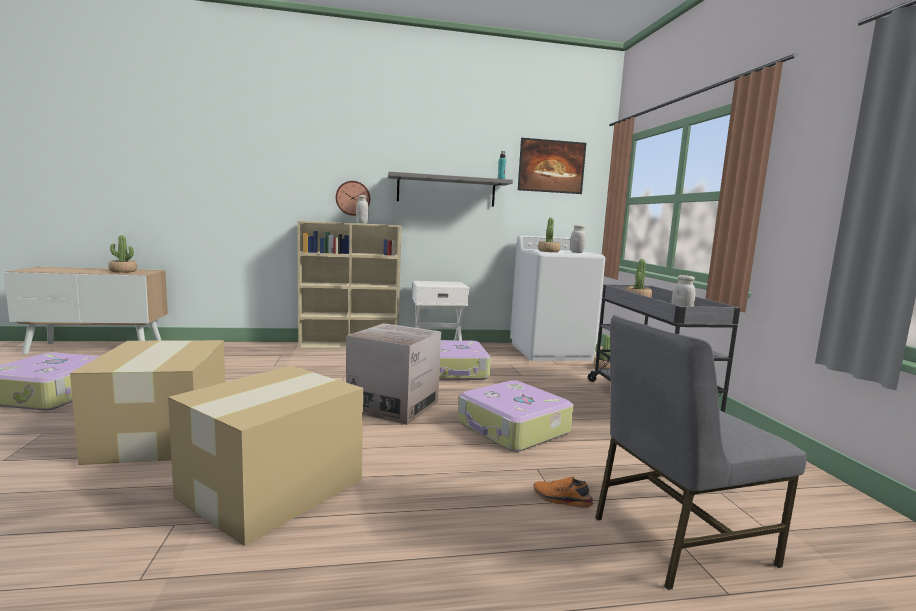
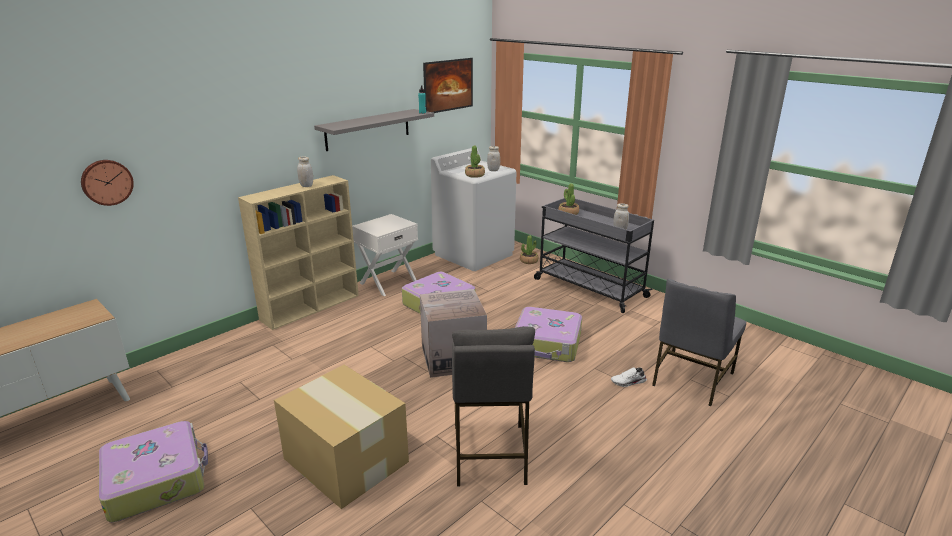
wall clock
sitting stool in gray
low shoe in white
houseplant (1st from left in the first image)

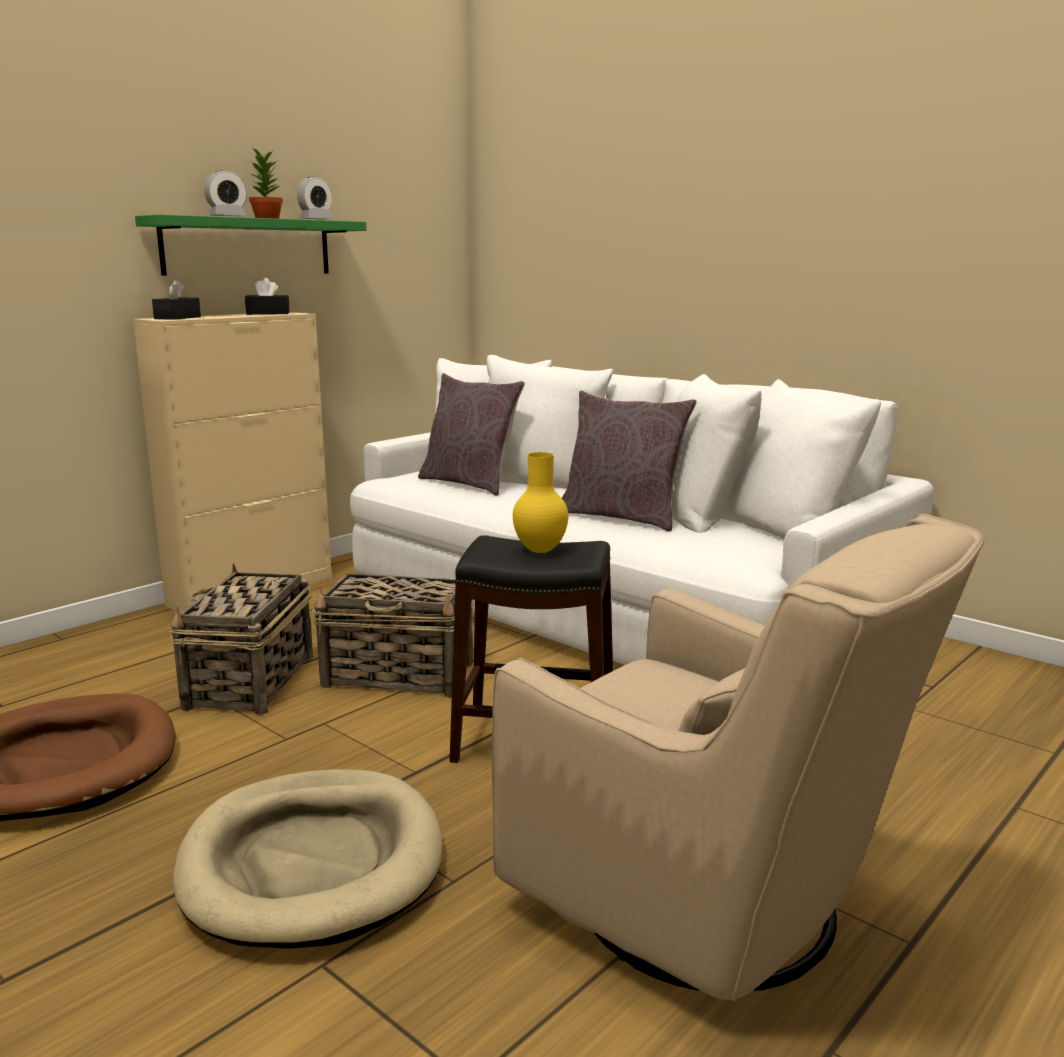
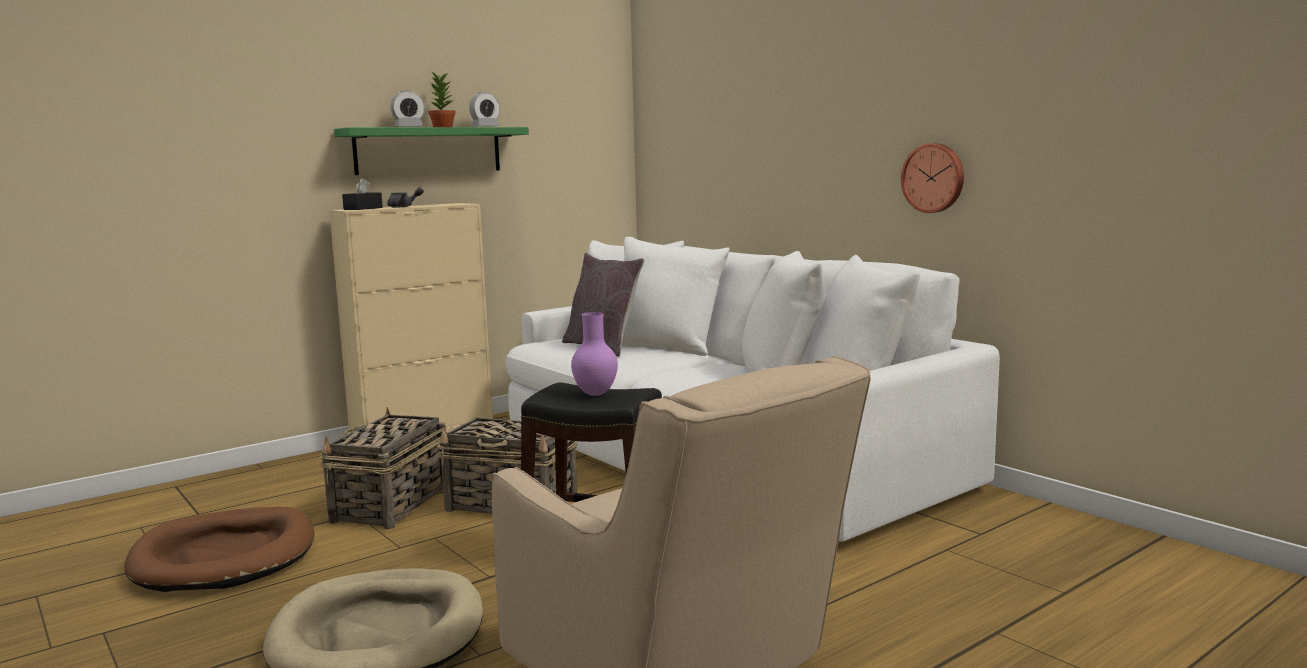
teapot in gray
vase in purple
wall clock
tissue holder in black-coloured (2nd from left in the first image)
throw pillow in gray (2nd from left in the first image)

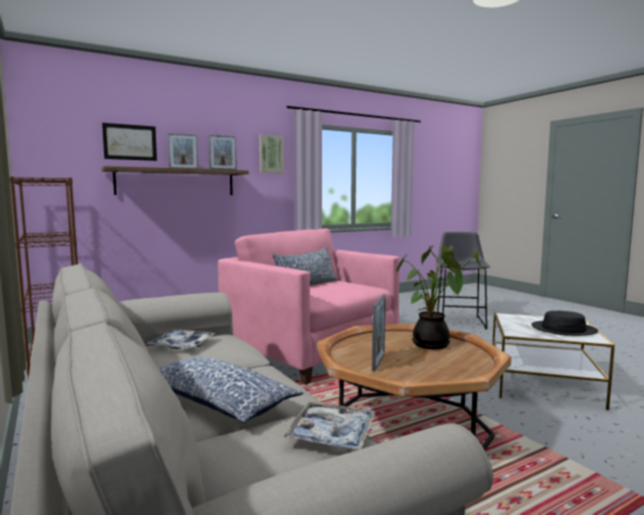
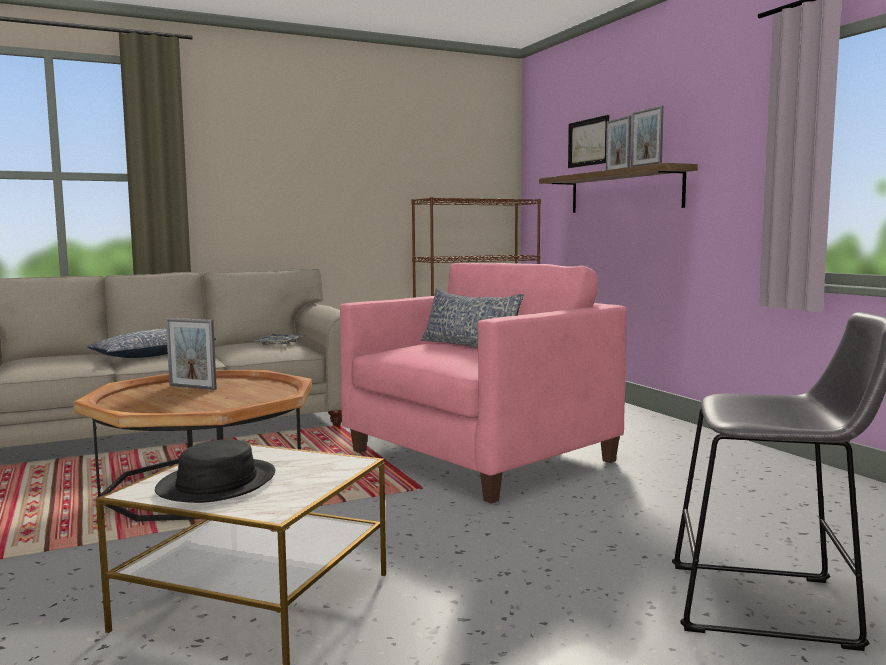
wall picture (2nd from left in the first image)
serving tray (2nd from left in the first image)
houseplant

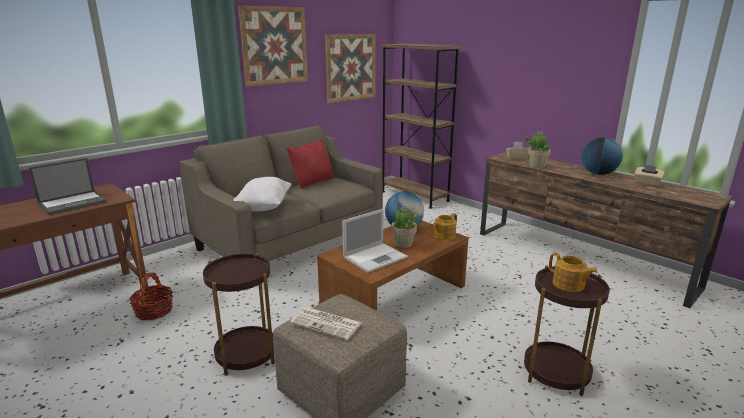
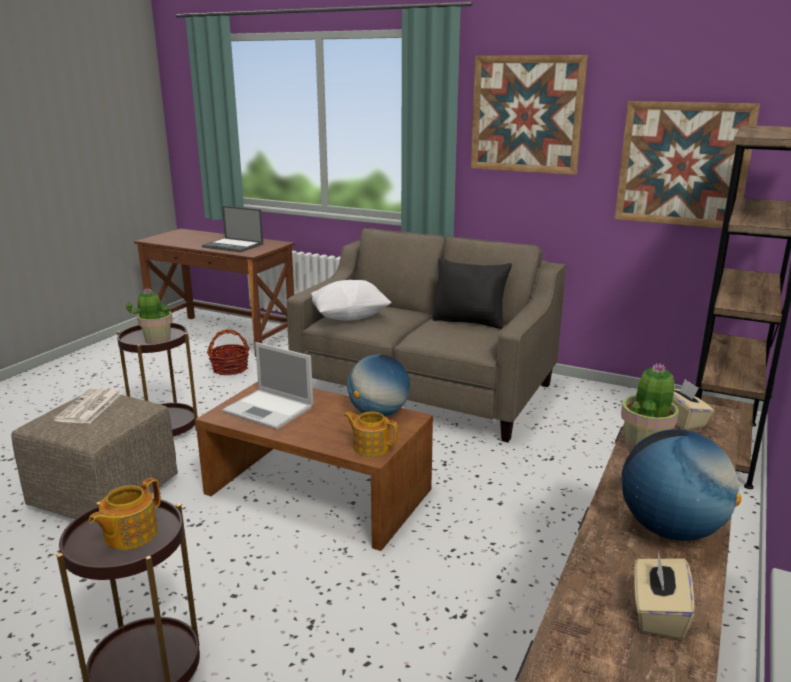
houseplant (1st from left)
throw pillow in black-coloured

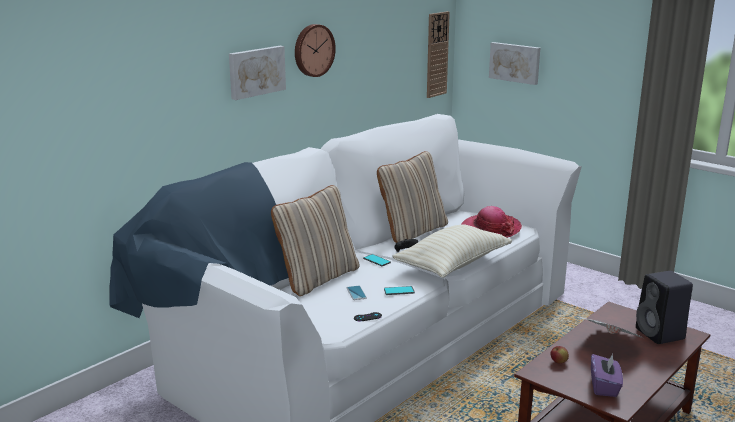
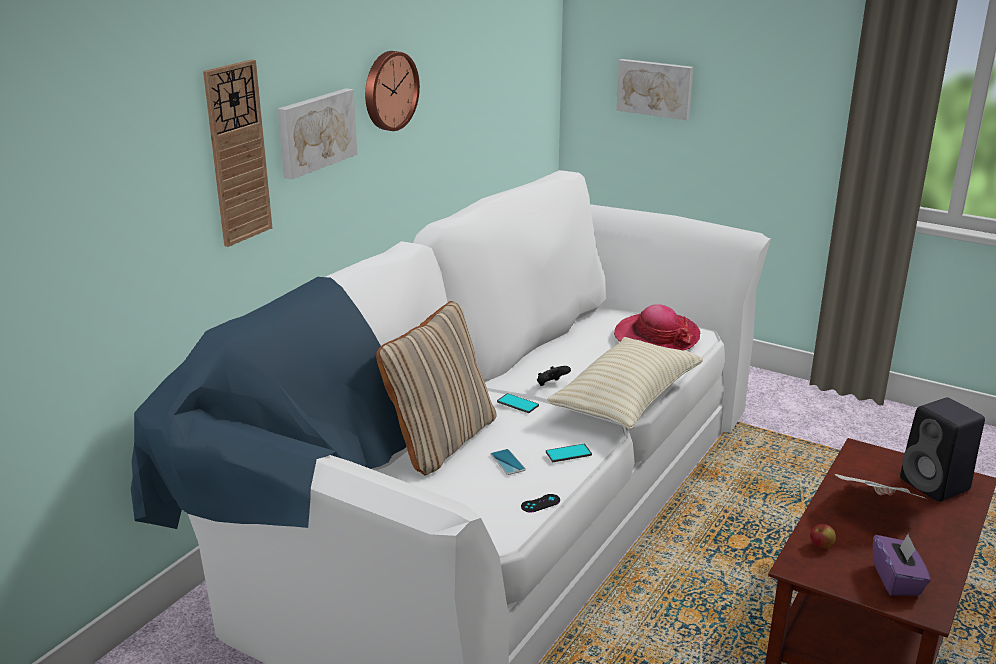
wall clock (1st from left)
throw pillow in beige-coloured (2nd from left in the first image)

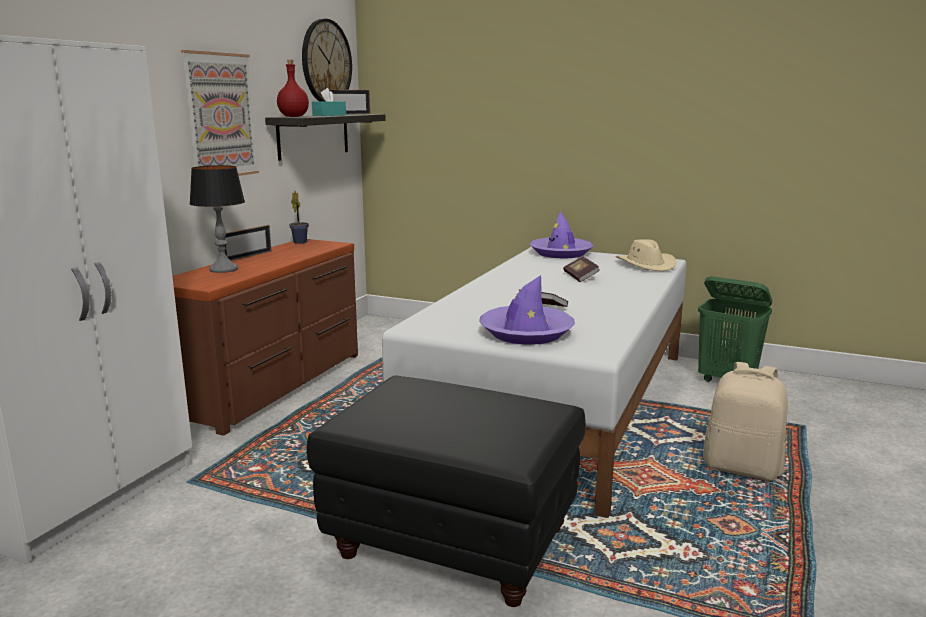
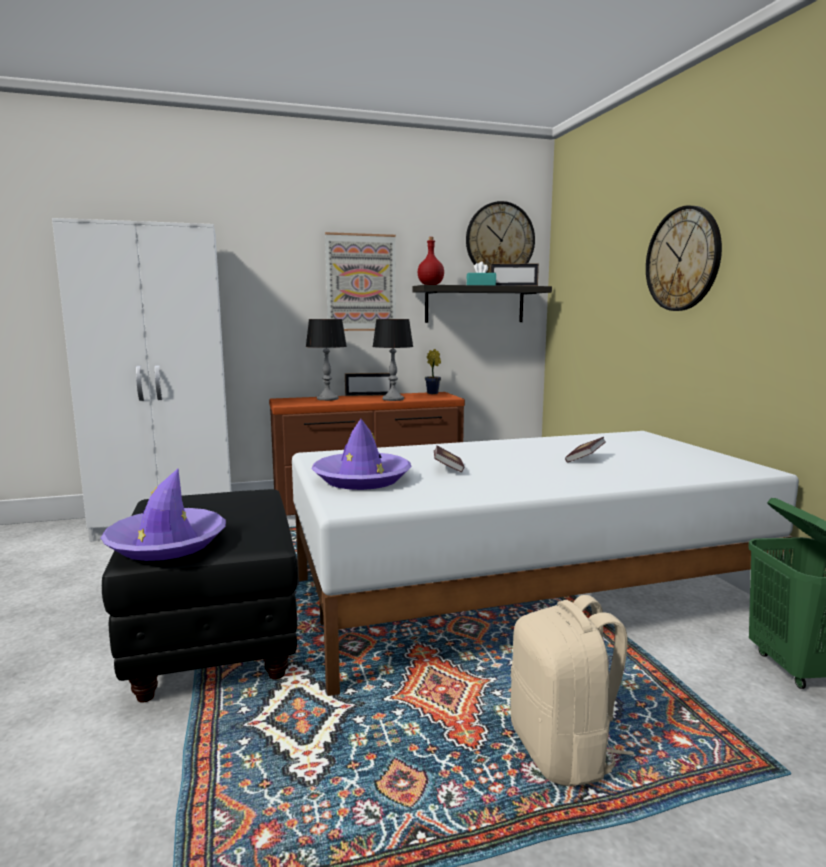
hat in purple (1st from left)
table lamp (2nd from left)
wall clock (2nd from left)
hat in beige-coloured

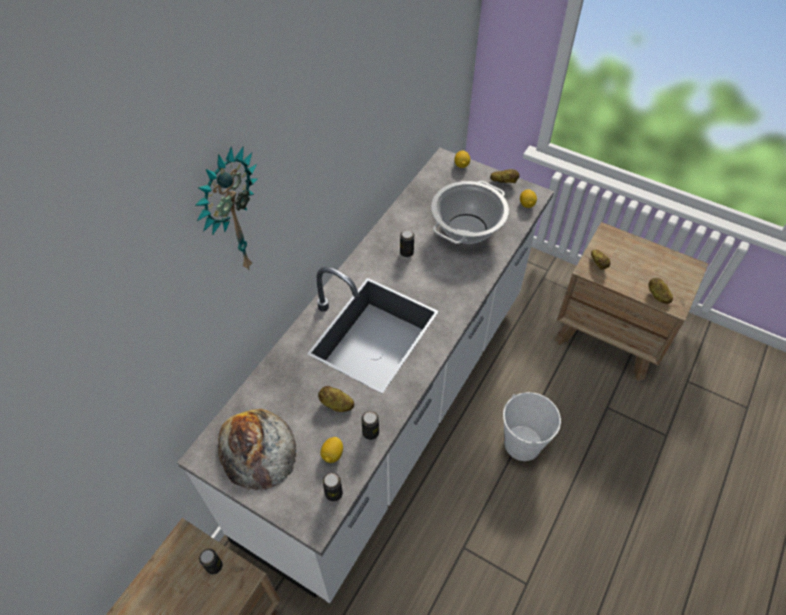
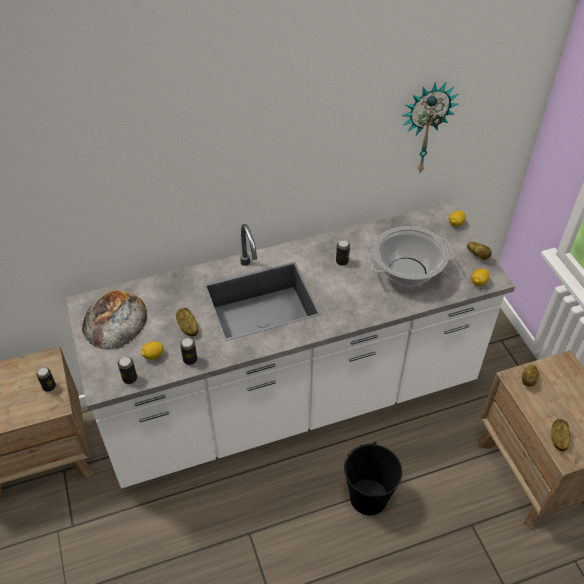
bucket in black-coloured
wall clock

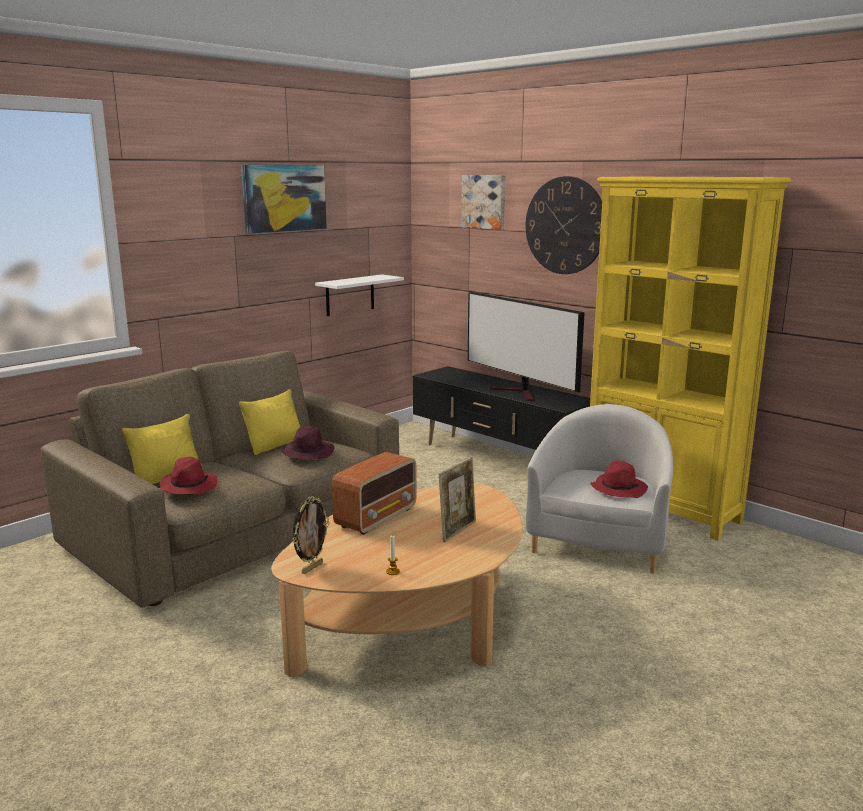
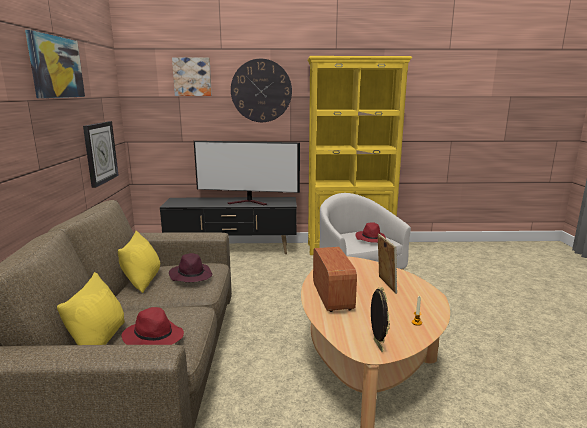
wall clock (1st from left)

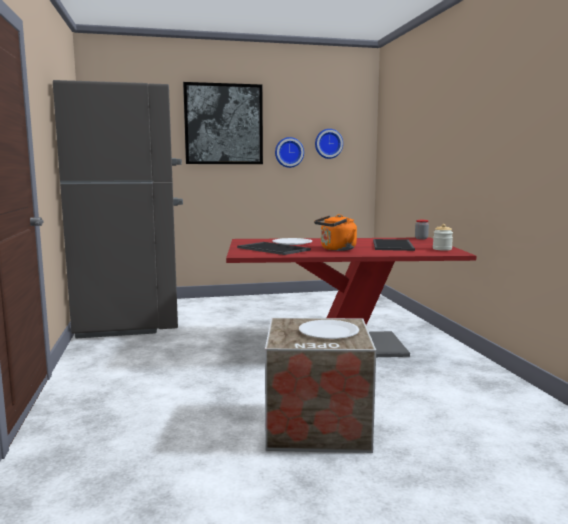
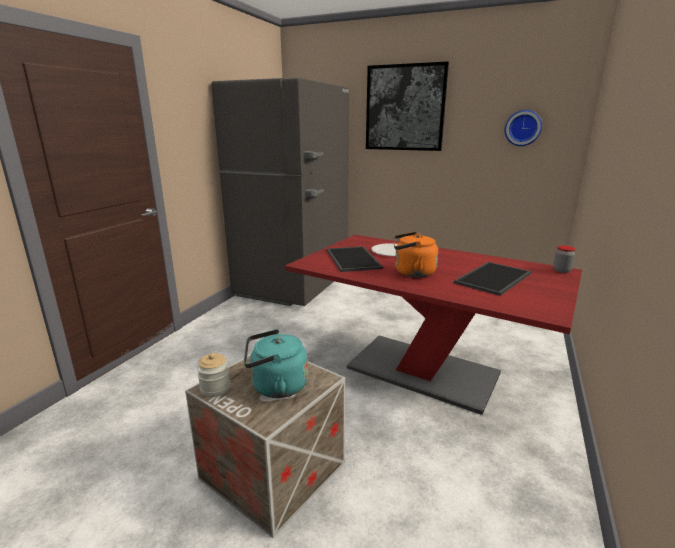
preserve jar (1st from left)
water kettle in turquoise
wall clock (1st from left in the first image)

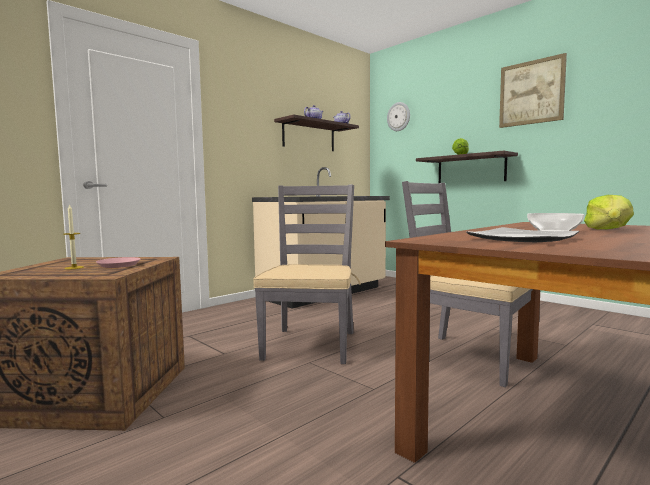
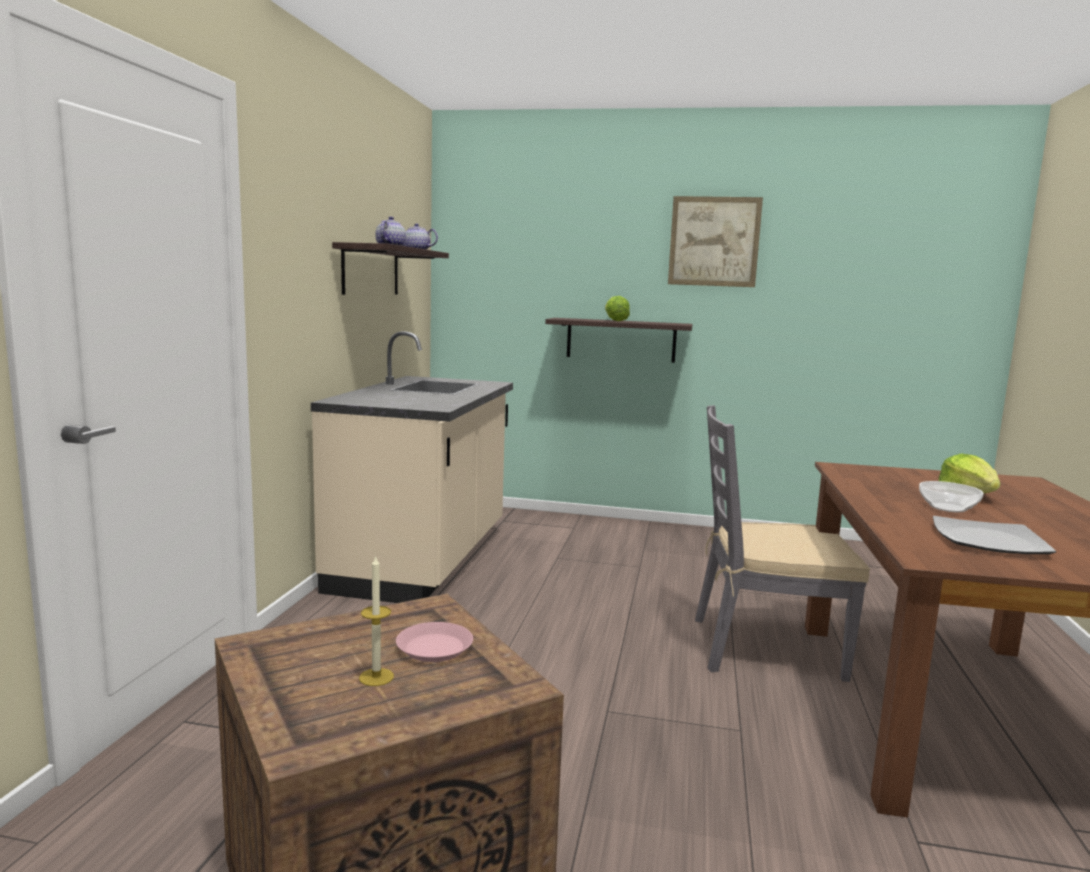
plain chair in gray (1st from left in the first image)
wall clock

